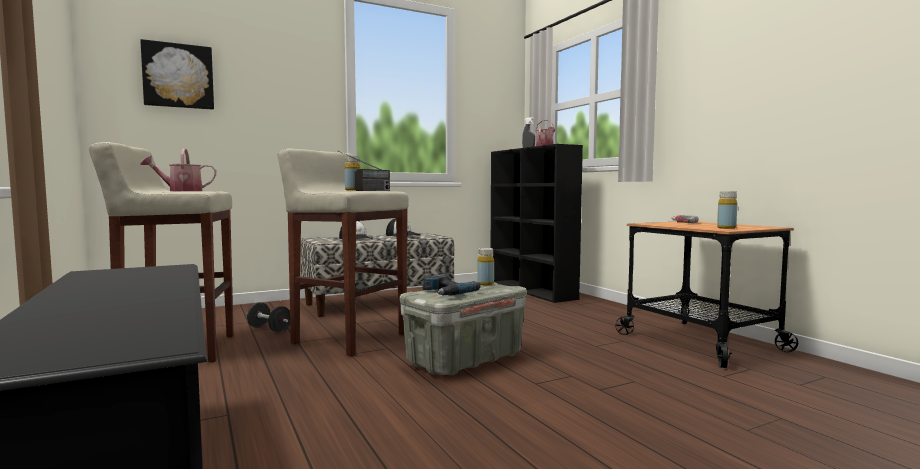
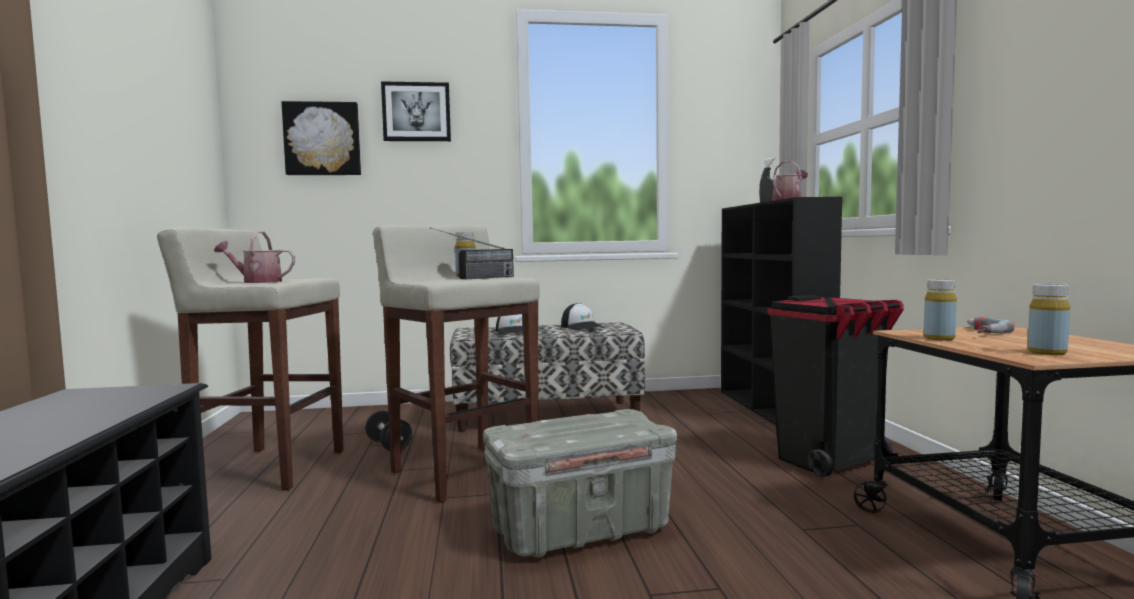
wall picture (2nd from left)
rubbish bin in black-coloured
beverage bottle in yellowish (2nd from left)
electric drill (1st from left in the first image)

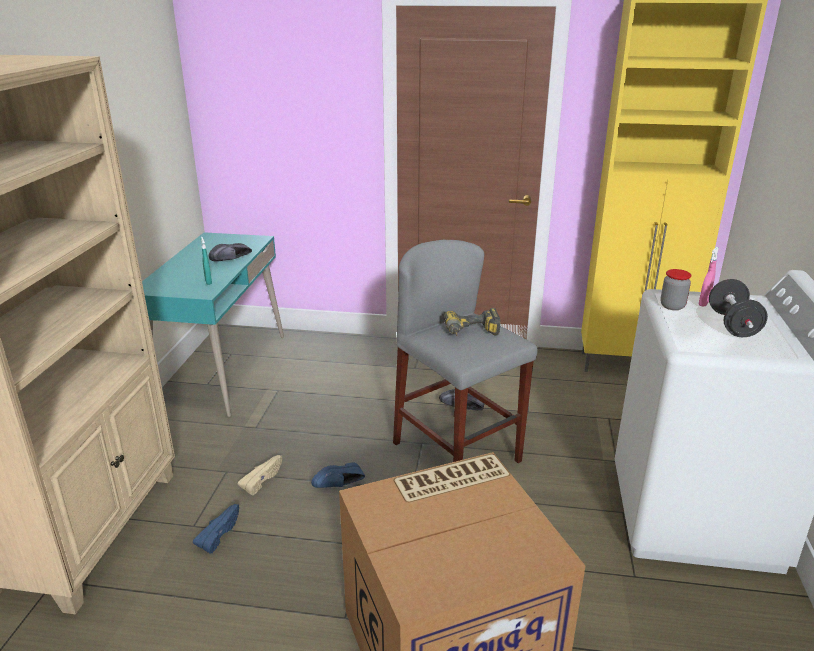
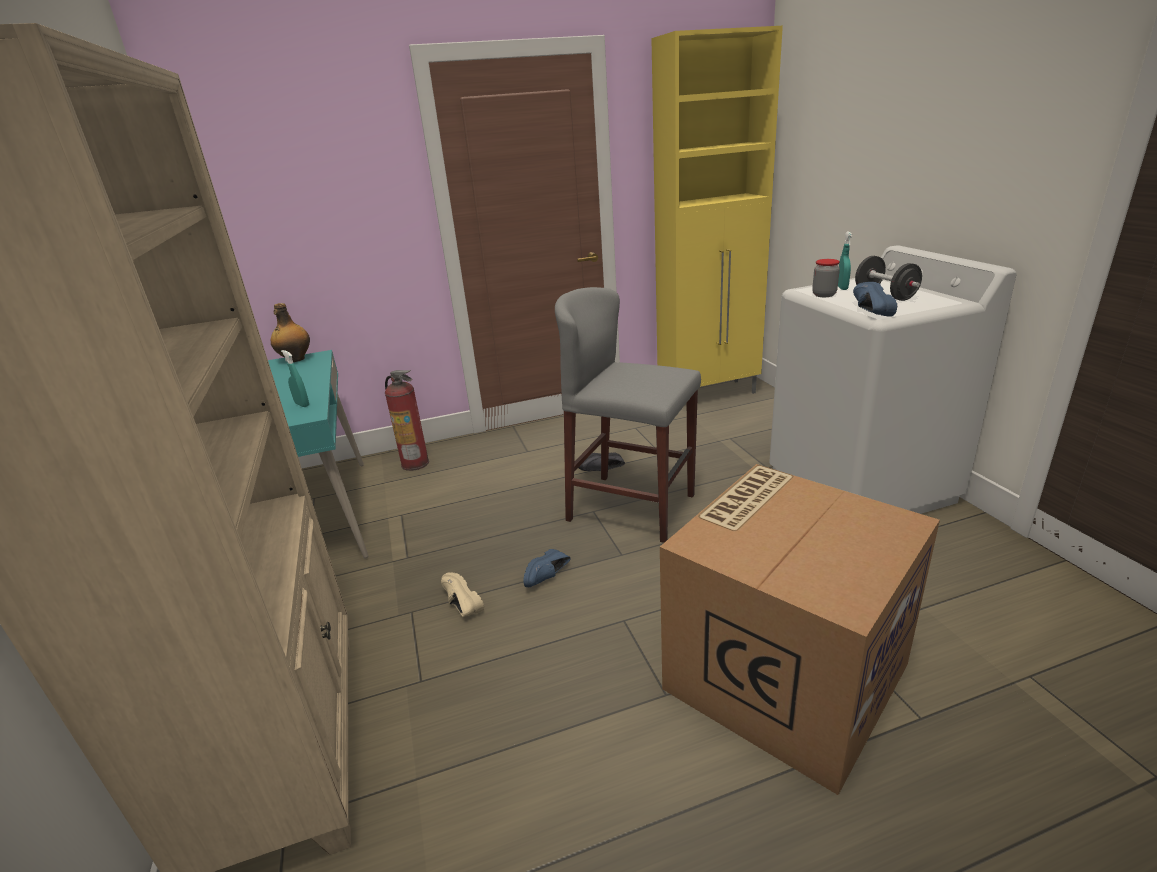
beverage bottle
fire-fighting cylinder
low shoe in beige-coloured
hand sprayer in turquoise (2nd from left)
low shoe in blue (2nd from left)
low shoe in black-coloured (1st from left in the first image)
electric drill

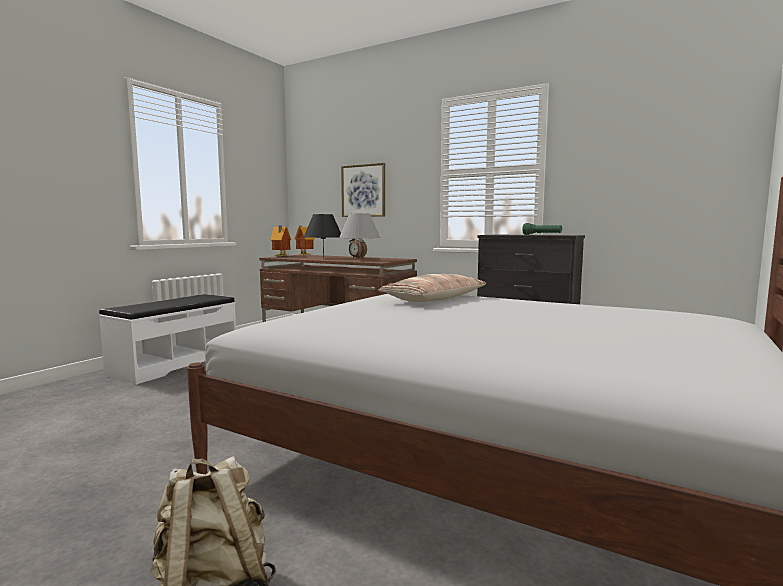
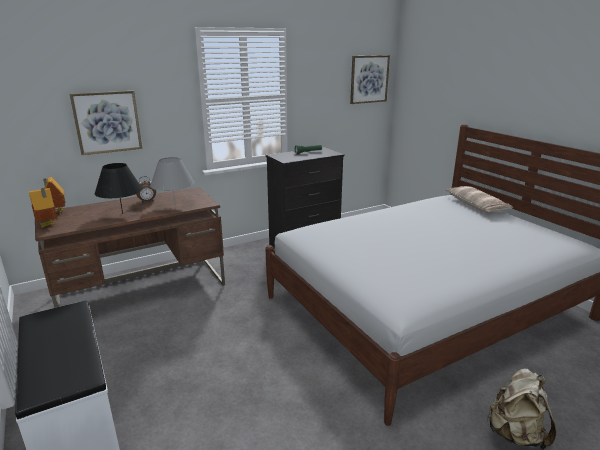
wall picture (2nd from left)
throw pillow

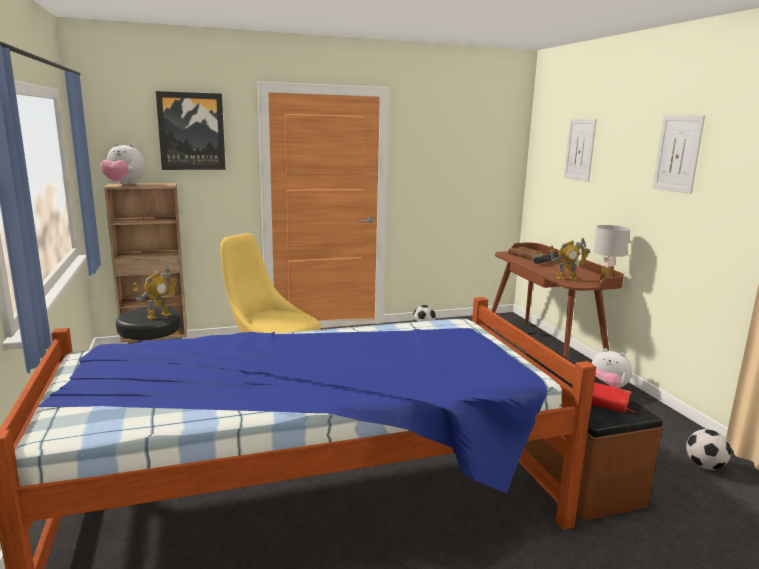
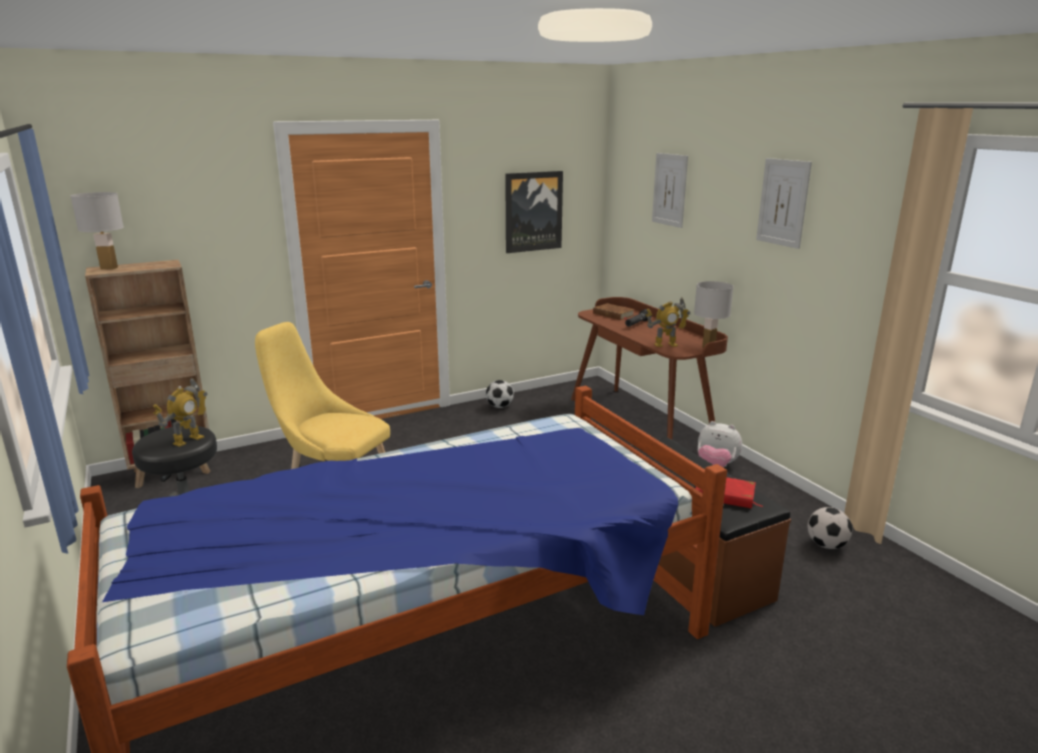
table lamp in white (1st from left)
wall picture (1st from left)

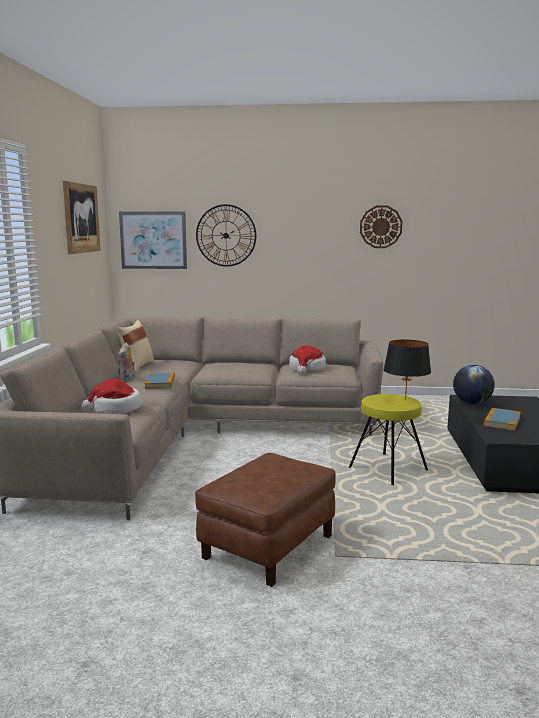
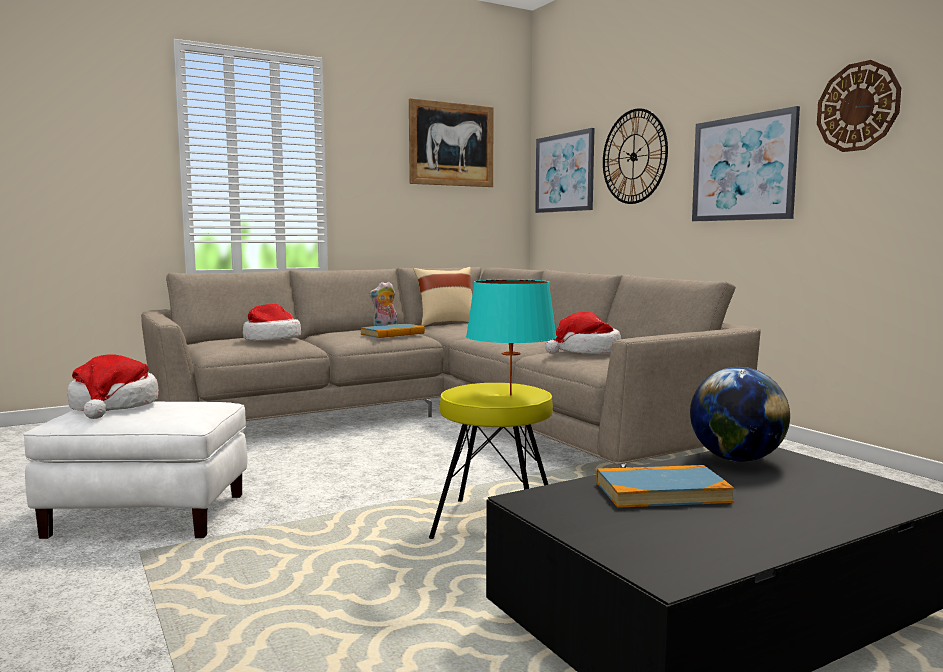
ottoman in white
hat (1st from left)
table lamp in turquoise
wall picture (3rd from left)

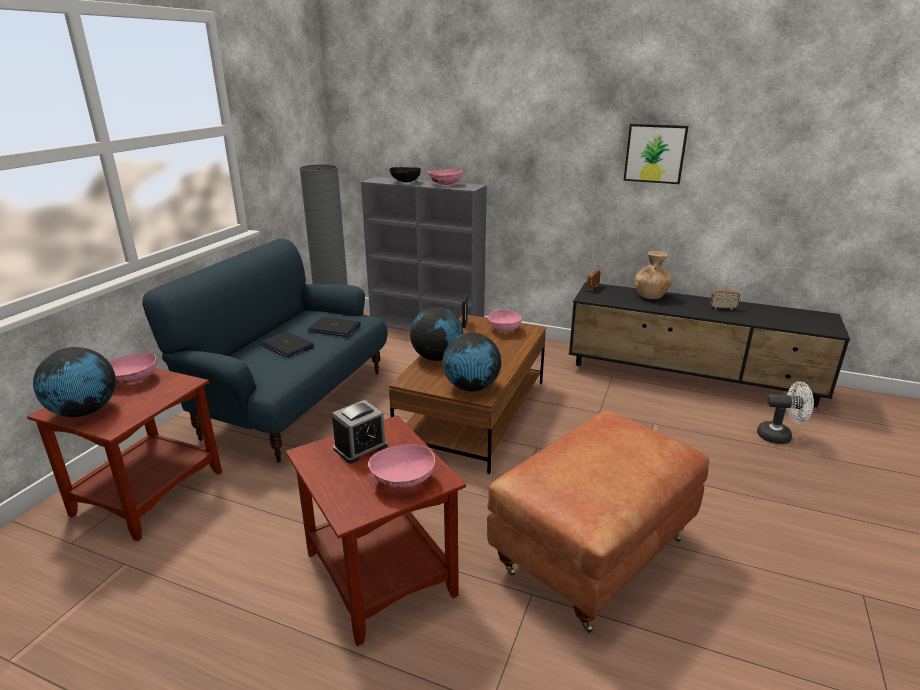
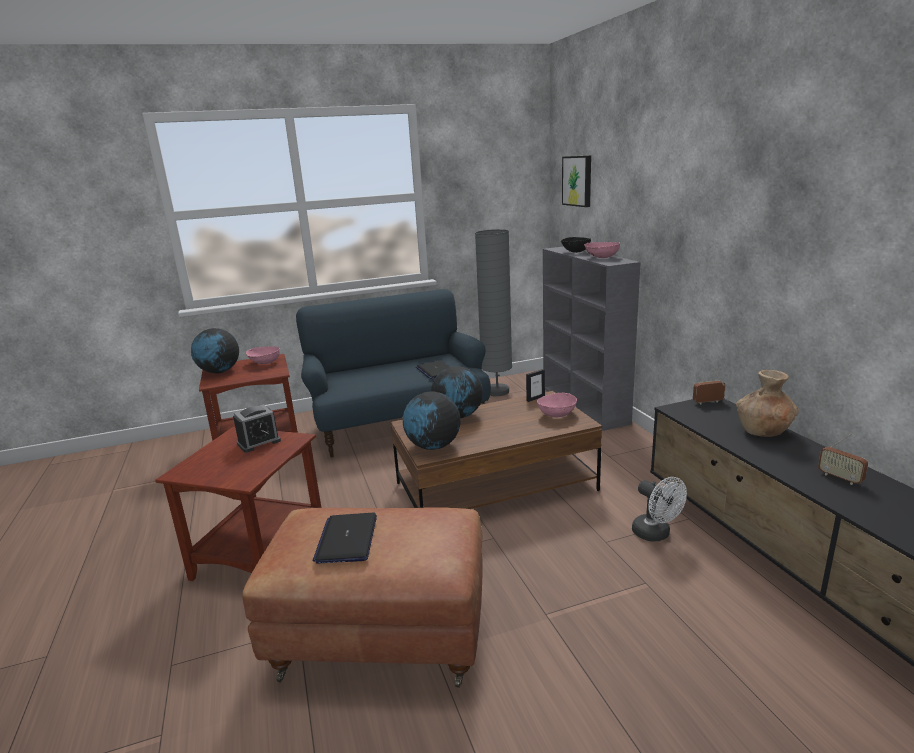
table clock
portable computer (1st from left)
wall picture
cooling fan in white
deep dish in pink-coloured (2nd from left in the first image)

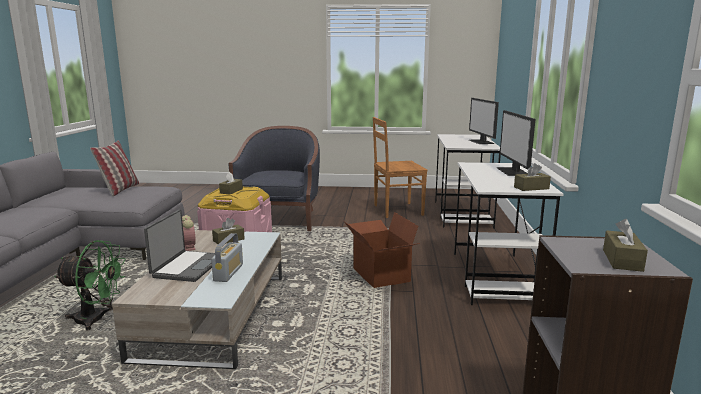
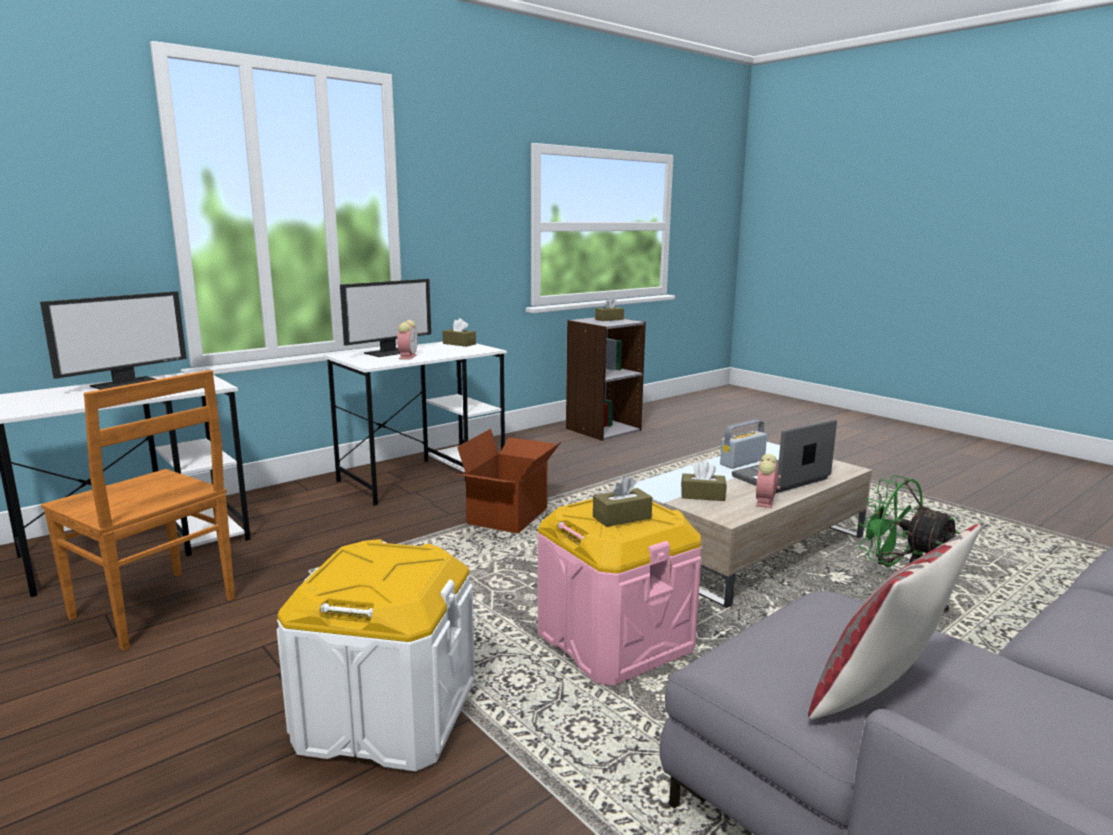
storage box in white
table clock (1st from left)

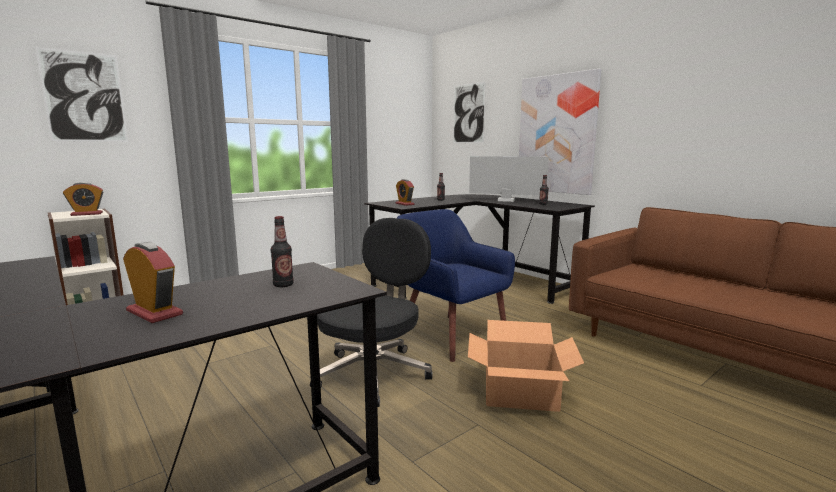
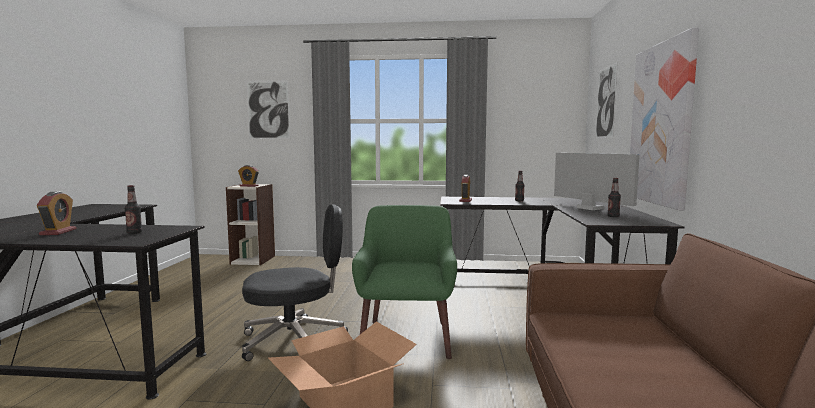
armchair in greenish

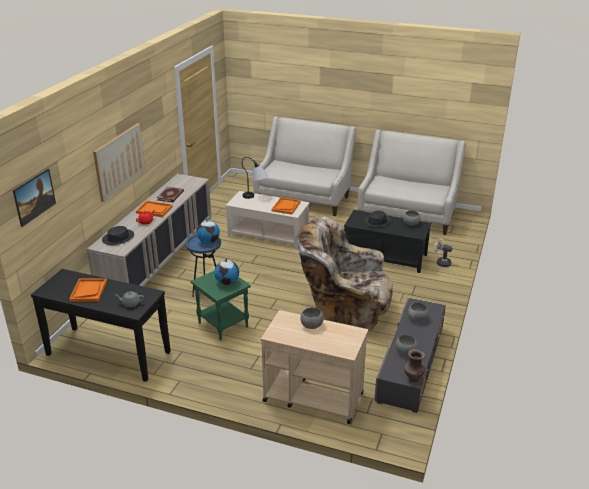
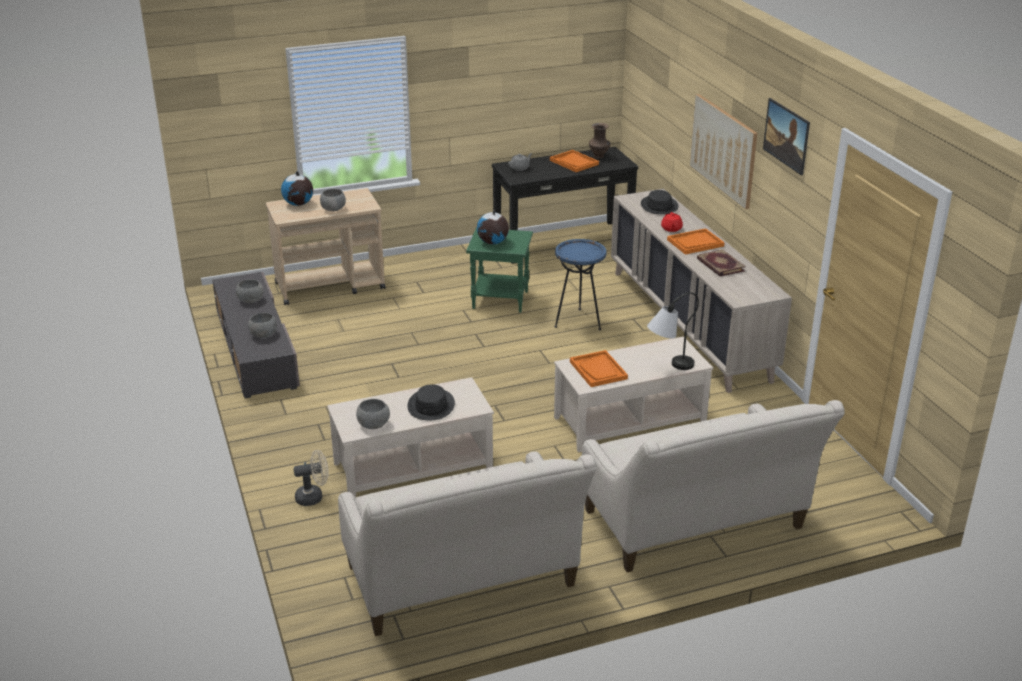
world globe (1st from left)
low table in beige-coloured (1st from left)
vase in brown-coloured
wall picture (2nd from left)
armchair in beige-coloured

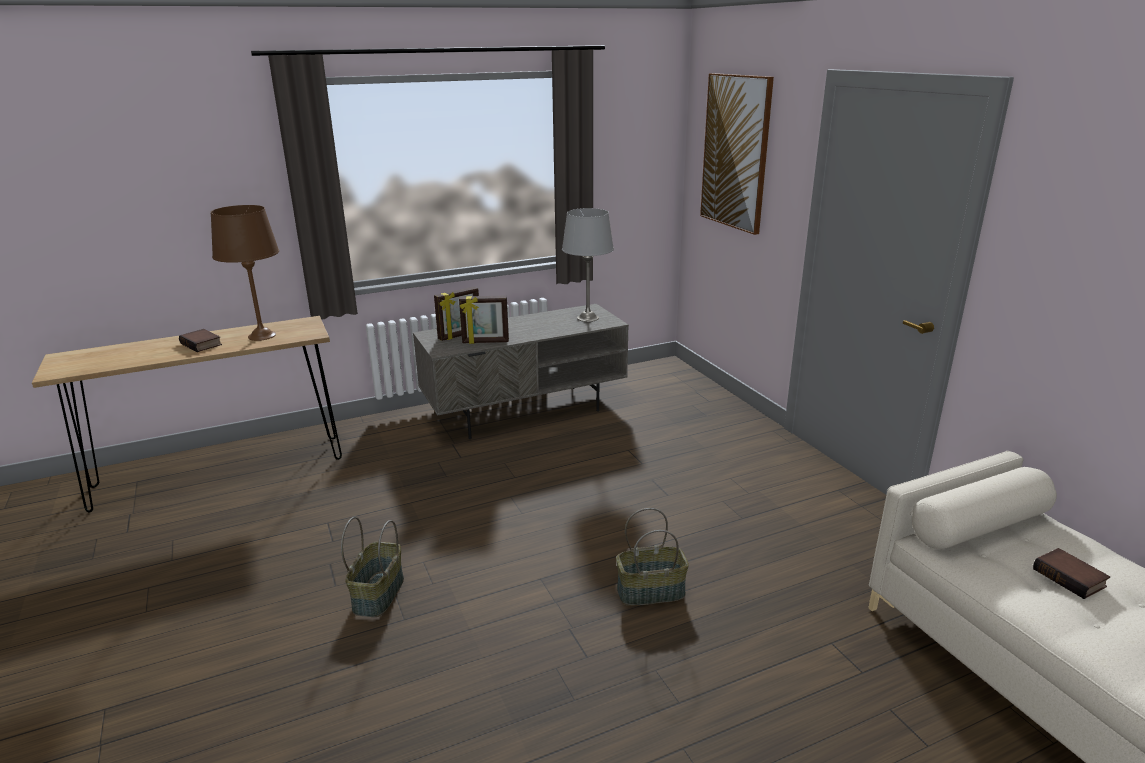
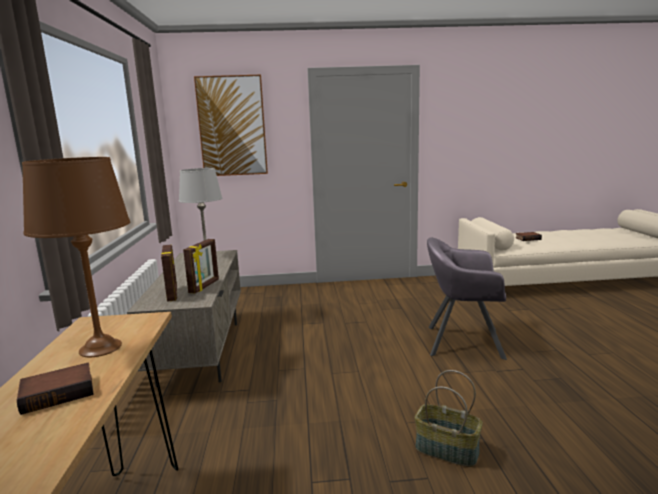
armchair in gray

